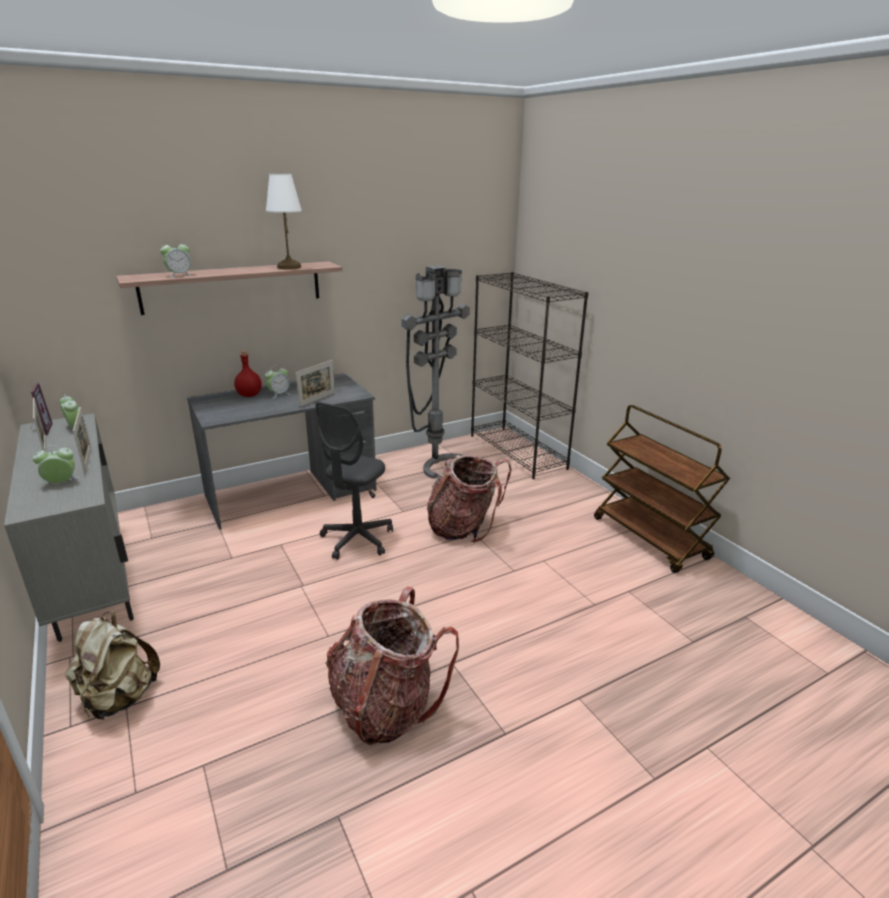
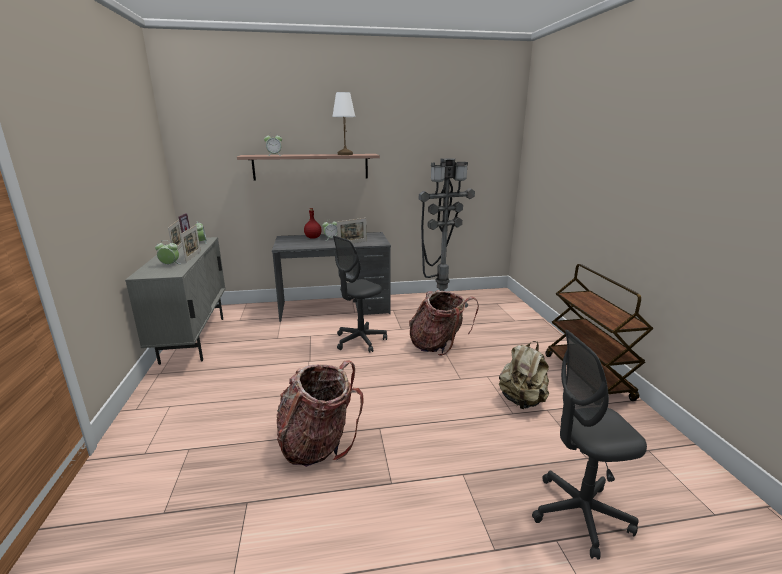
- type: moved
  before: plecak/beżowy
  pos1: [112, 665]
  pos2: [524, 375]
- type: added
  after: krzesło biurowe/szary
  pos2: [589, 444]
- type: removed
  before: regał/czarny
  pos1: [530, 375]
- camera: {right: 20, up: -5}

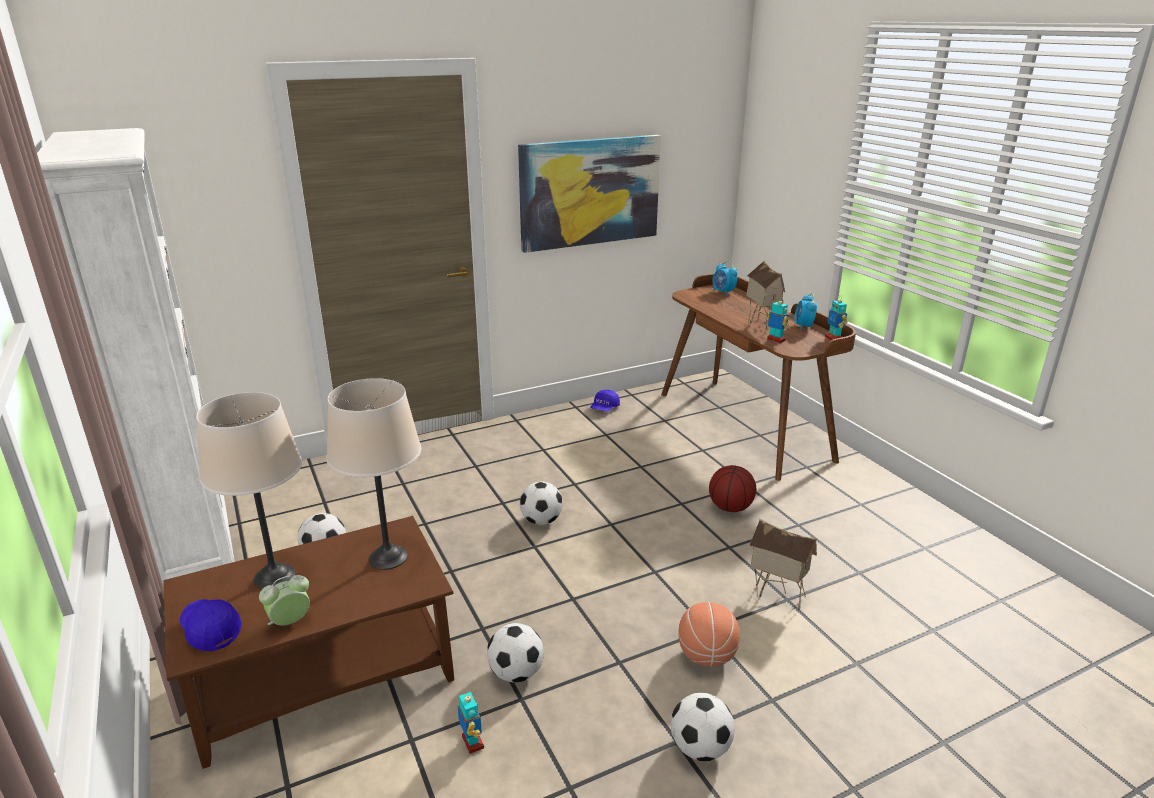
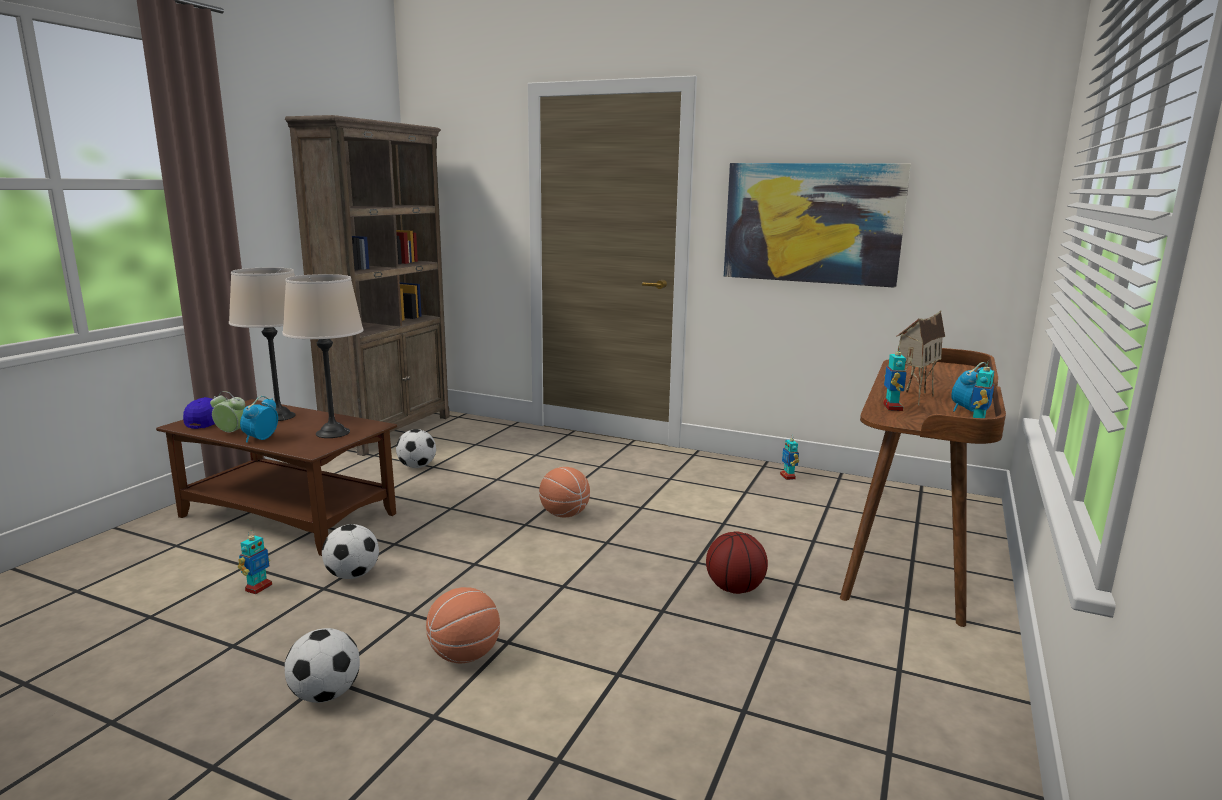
- type: moved
  before: budzik
  pos1: [725, 278]
  pos2: [259, 419]
- type: recoloured
  before: regał/biały
  after: regał/brązowy
  pos1: [136, 357]
  pos2: [367, 285]
- type: replaced
  before: piłka futbolowa
  after: piłka do koszykówki
  pos1: [541, 503]
  pos2: [564, 492]
- type: replaced
  before: czapka z daszkiem/niebieski
  after: robot zabawkowy
  pos1: [605, 401]
  pos2: [789, 459]
- type: removed
  before: domek
  pos1: [783, 564]
- camera: {right: 50, up: -10}

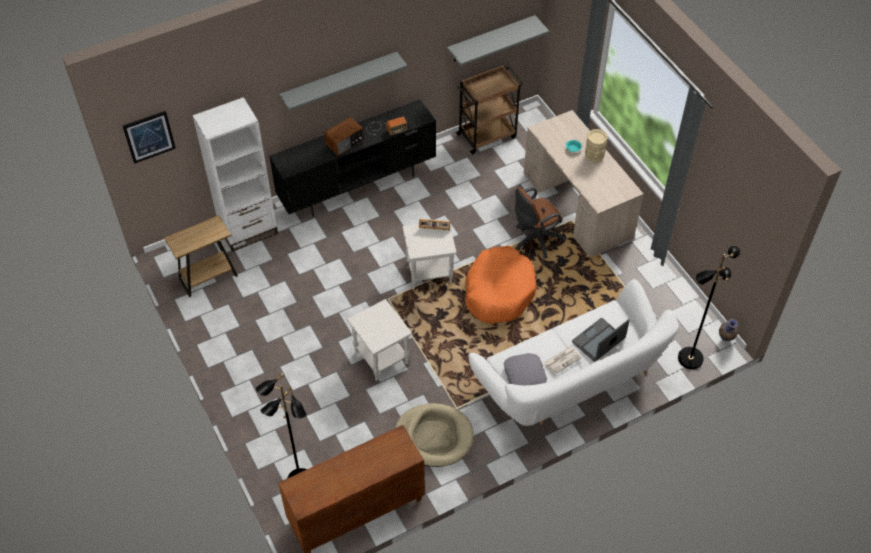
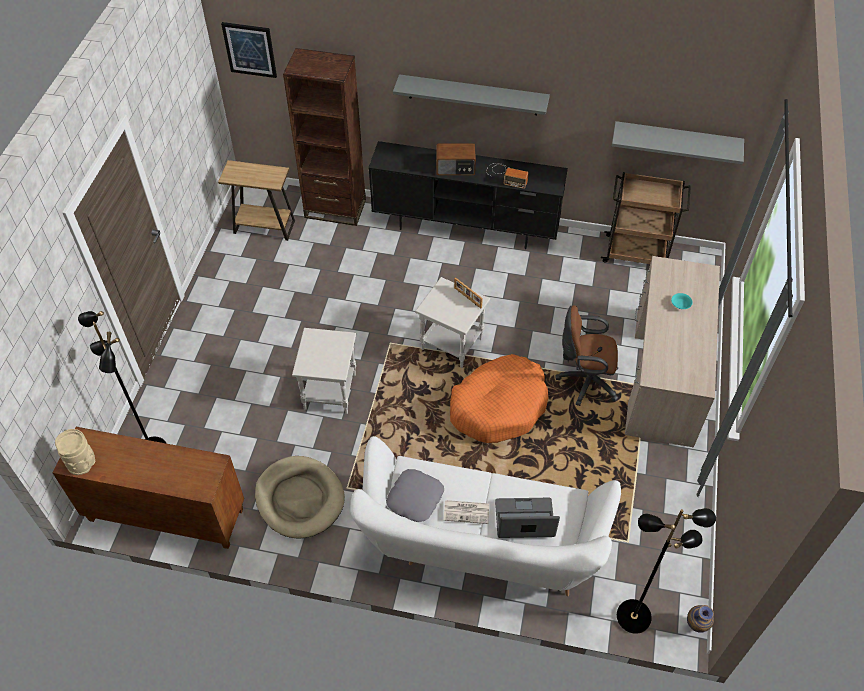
- type: moved
  before: wazon/beżowy
  pos1: [596, 146]
  pos2: [75, 452]
- type: recoloured
  before: regał/biały
  after: regał/brązowy
  pos1: [235, 174]
  pos2: [324, 137]
- camera: {right: 40, up: 0}

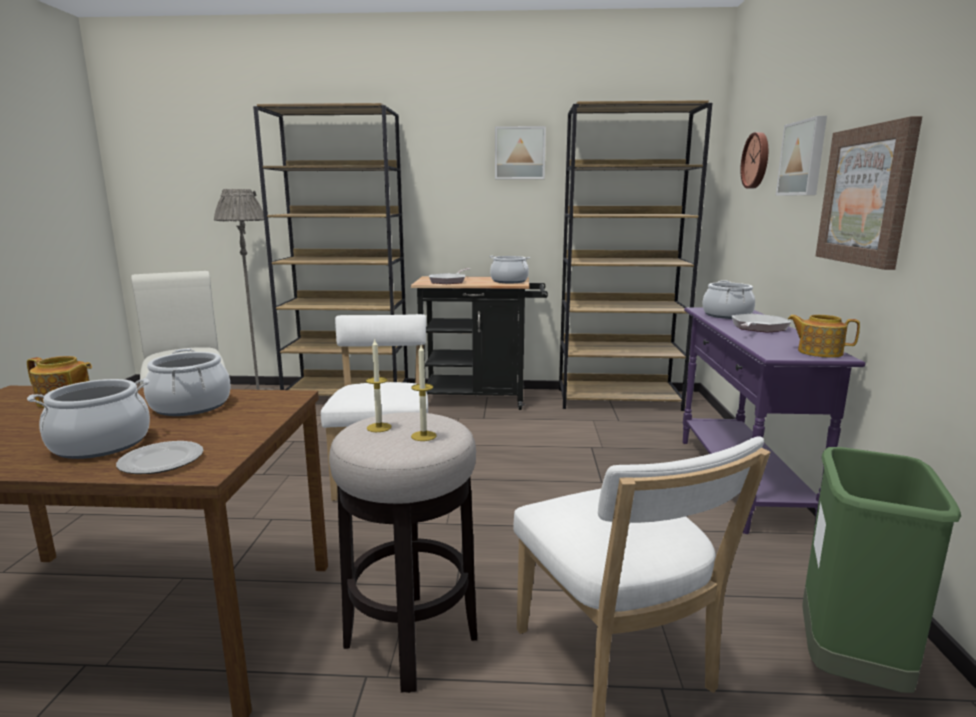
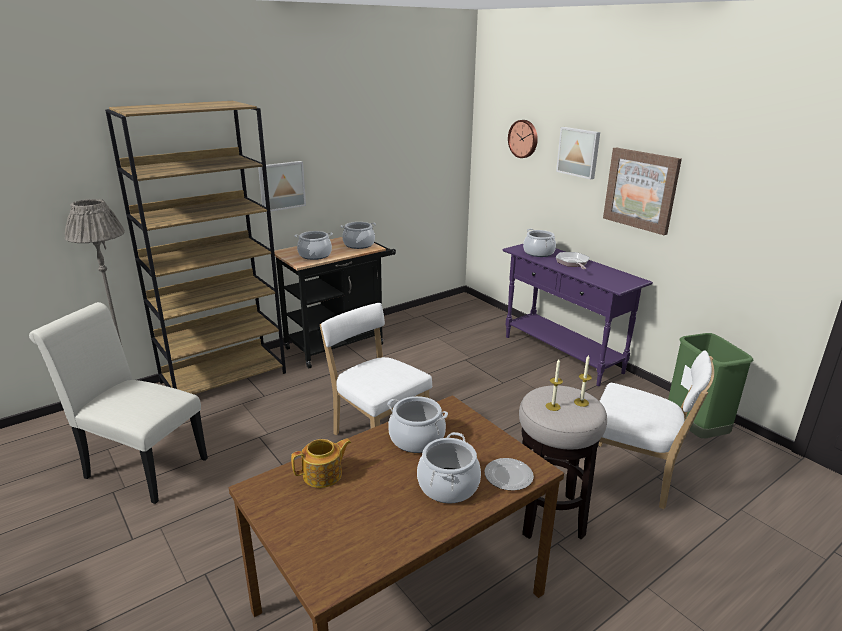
- type: moved
  before: obraz
  pos1: [520, 152]
  pos2: [282, 186]
- type: replaced
  before: patelnia
  after: garnek
  pos1: [449, 276]
  pos2: [314, 245]
- type: removed
  before: regał/brązowy
  pos1: [635, 255]
- type: removed
  before: imbryk
  pos1: [824, 336]
- camera: {right: -40, up: 10}

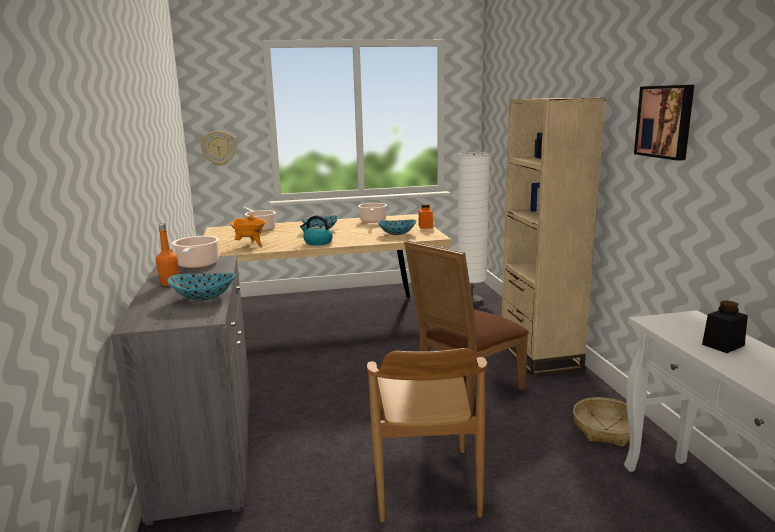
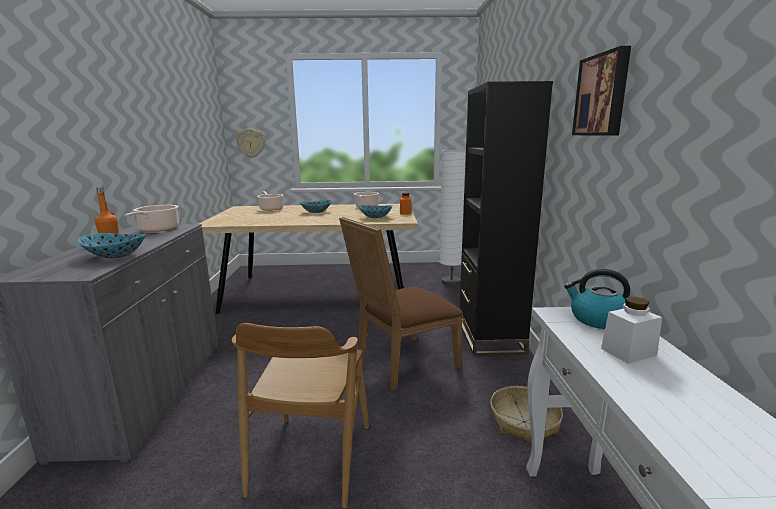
- type: recoloured
  before: regał/beżowy
  after: regał/czarny
  pos1: [554, 237]
  pos2: [506, 218]
- type: moved
  before: czajnik
  pos1: [316, 230]
  pos2: [597, 299]
- type: recoloured
  before: słoik/czarny
  after: słoik/biały
  pos1: [725, 327]
  pos2: [631, 330]
- type: removed
  before: garnek/pomarańczowy
  pos1: [248, 230]
- camera: {right: 10, up: 0}

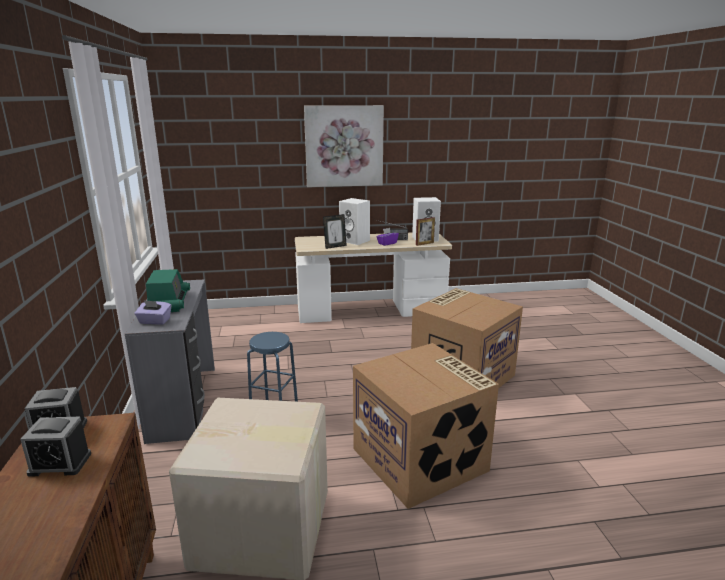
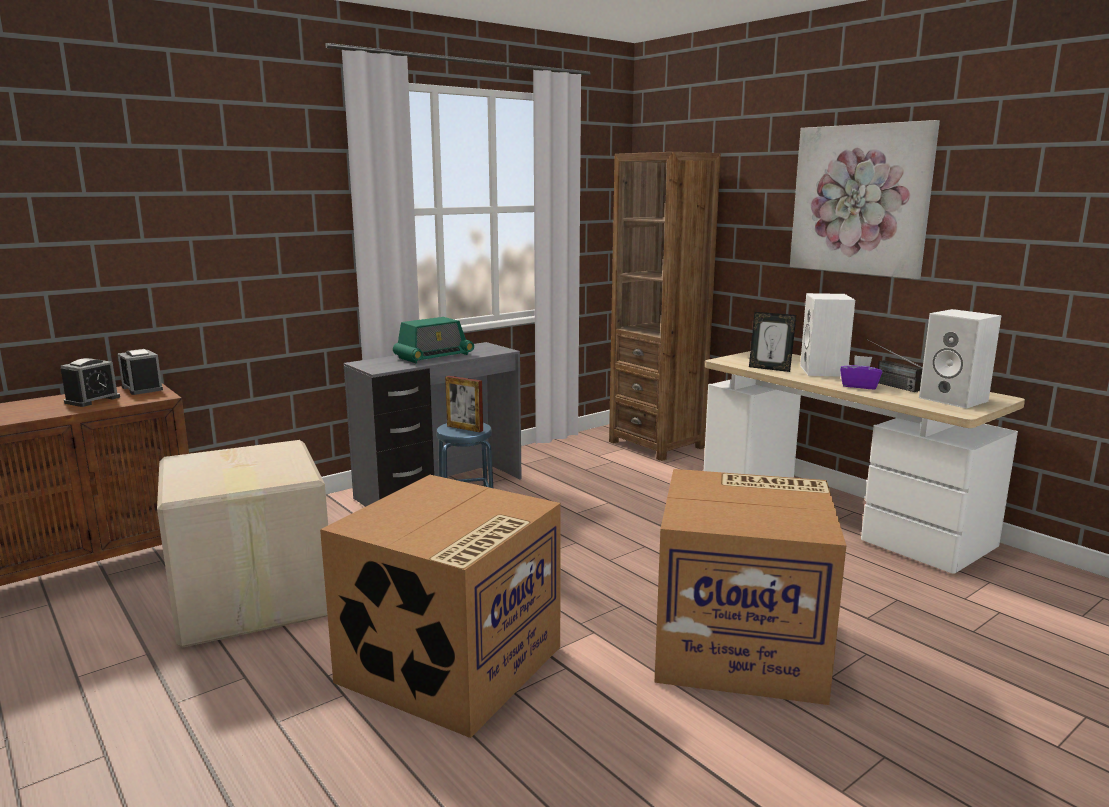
- type: turned
  before: budzik
  pos1: [55, 447]
  pos2: [90, 382]
  turn: -120
- type: moved
  before: ramka na zdjęcie
  pos1: [425, 231]
  pos2: [464, 404]
- type: added
  after: regał/brązowy
  pos2: [665, 306]
- type: removed
  before: pudełko chusteczek/fioletowy
  pos1: [152, 312]
- camera: {right: 60, up: -5}

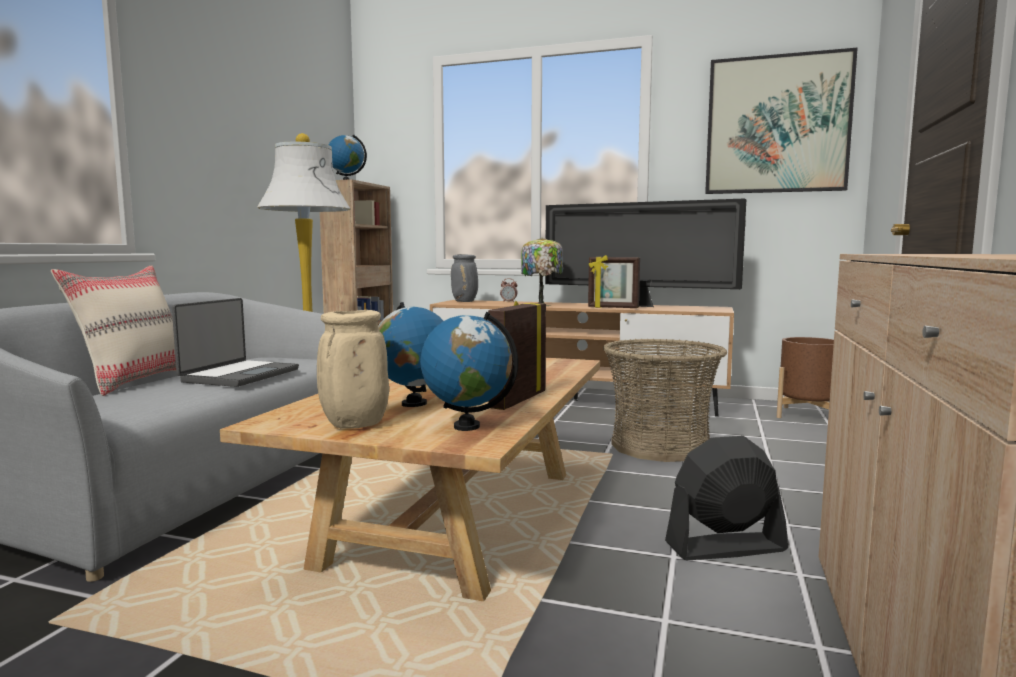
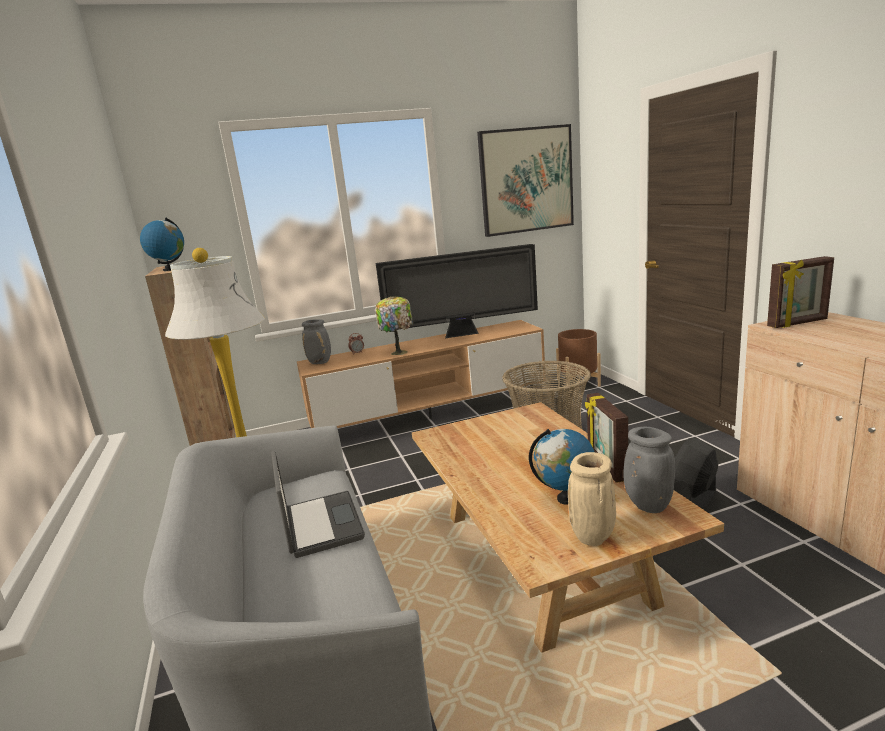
- type: replaced
  before: globus
  after: wazon/szary
  pos1: [469, 371]
  pos2: [649, 470]
- type: moved
  before: ramka na zdjęcie
  pos1: [614, 281]
  pos2: [800, 292]
- type: removed
  before: poduszka/beżowy
  pos1: [113, 330]
- camera: {right: -35, up: 10}

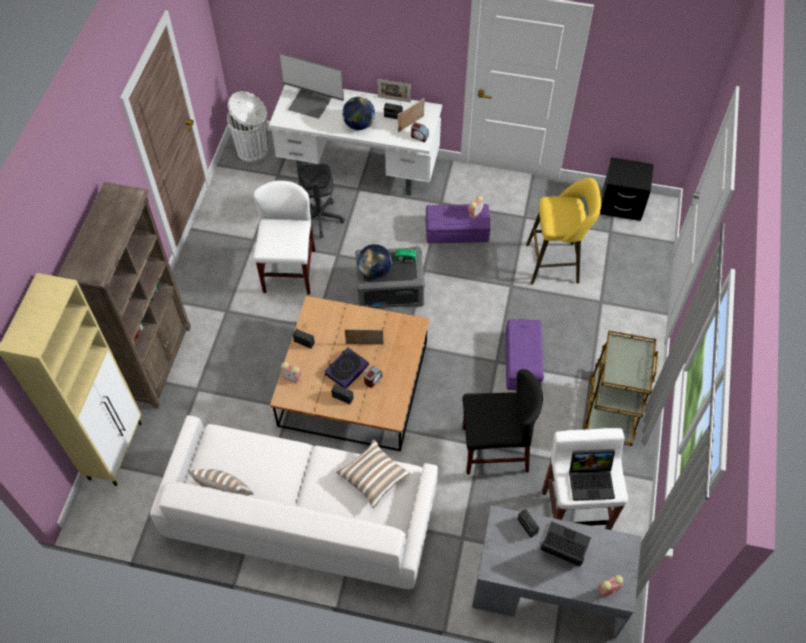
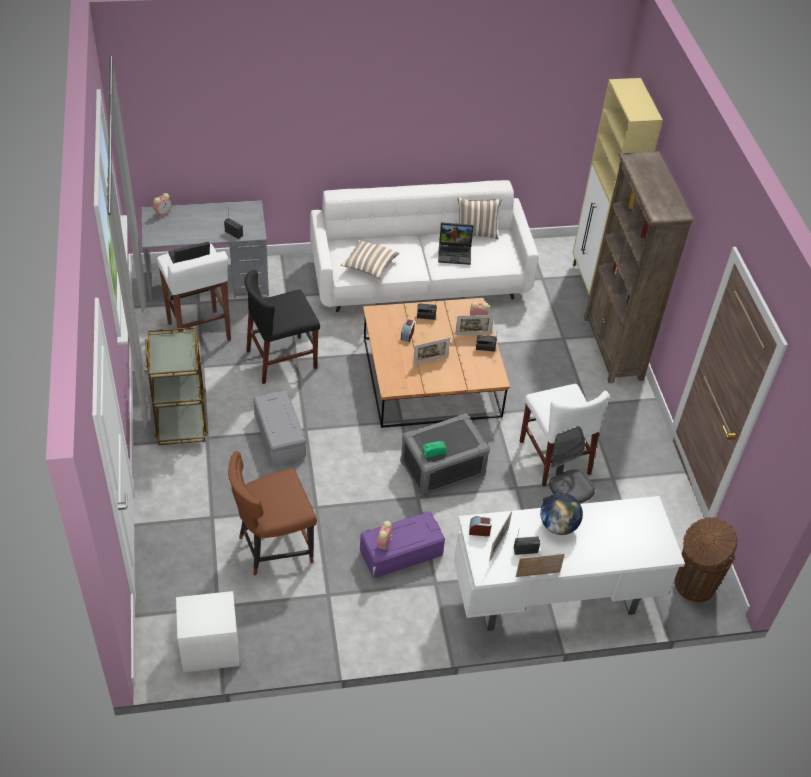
- type: recoloured
  before: szafka nocna/czarny
  after: szafka nocna/biały
  pos1: [627, 189]
  pos2: [208, 631]
- type: replaced
  before: stołek/żółty
  after: krzesło/brązowy
  pos1: [563, 231]
  pos2: [272, 513]
- type: recoloured
  before: pojemnik do przechowywania/fioletowy
  after: pojemnik do przechowywania/szary
  pos1: [524, 354]
  pos2: [279, 427]
- type: moved
  before: laptop
  pos1: [565, 544]
  pos2: [455, 243]
- type: added
  after: ramka na zdjęcie
  pos2: [474, 325]
- type: recoloured
  before: kosz na śmieci/biały
  after: kosz na śmieci/brązowy
  pos1: [247, 126]
  pos2: [706, 559]
- type: removed
  before: monitor
  pos1: [311, 86]
- type: removed
  before: książka
  pos1: [346, 368]
- type: removed
  before: globus
  pos1: [375, 261]
- camera: {right: 155, up: -10}

